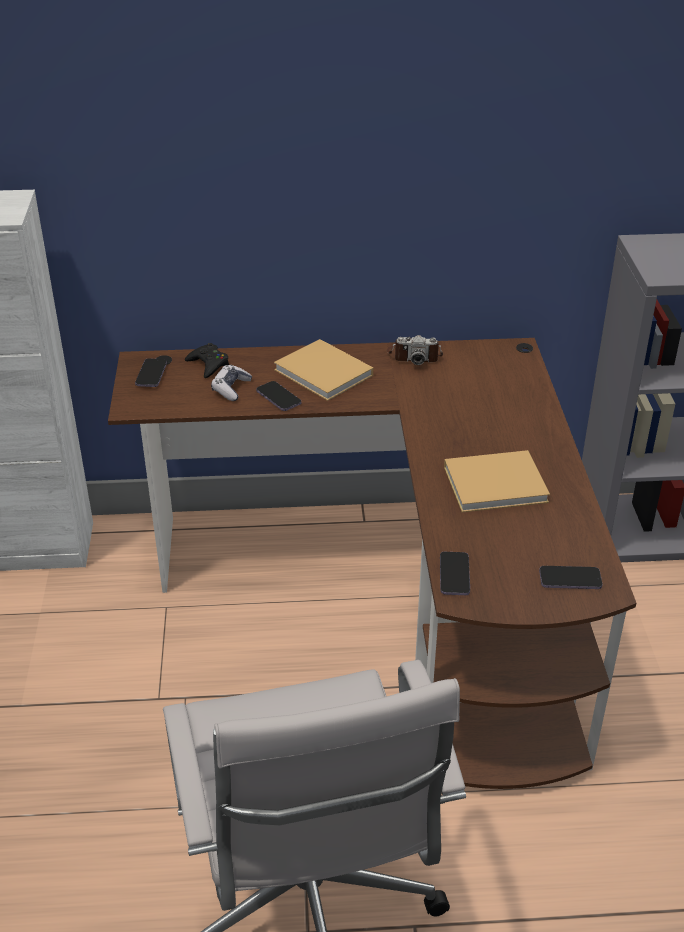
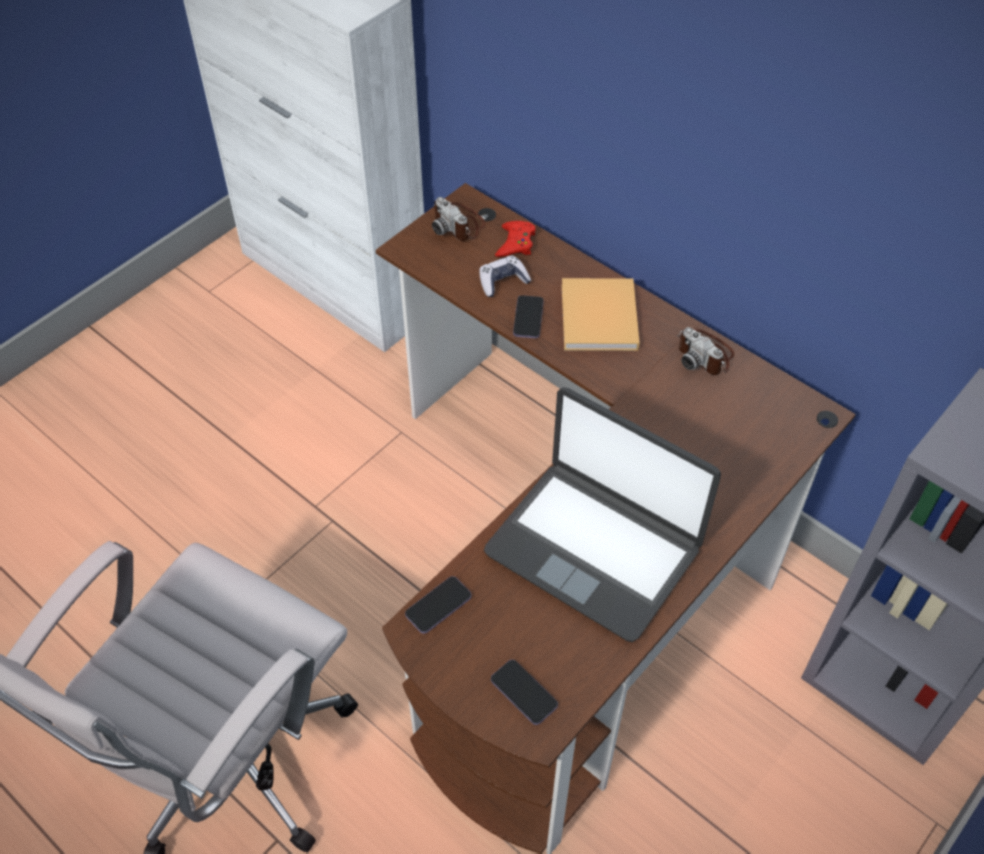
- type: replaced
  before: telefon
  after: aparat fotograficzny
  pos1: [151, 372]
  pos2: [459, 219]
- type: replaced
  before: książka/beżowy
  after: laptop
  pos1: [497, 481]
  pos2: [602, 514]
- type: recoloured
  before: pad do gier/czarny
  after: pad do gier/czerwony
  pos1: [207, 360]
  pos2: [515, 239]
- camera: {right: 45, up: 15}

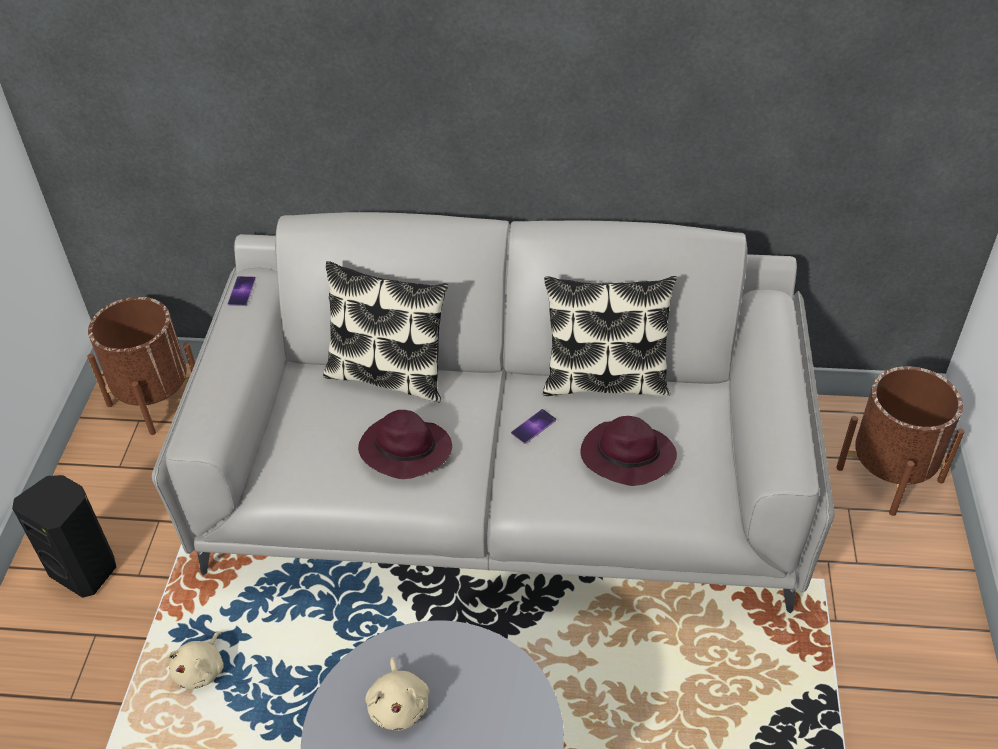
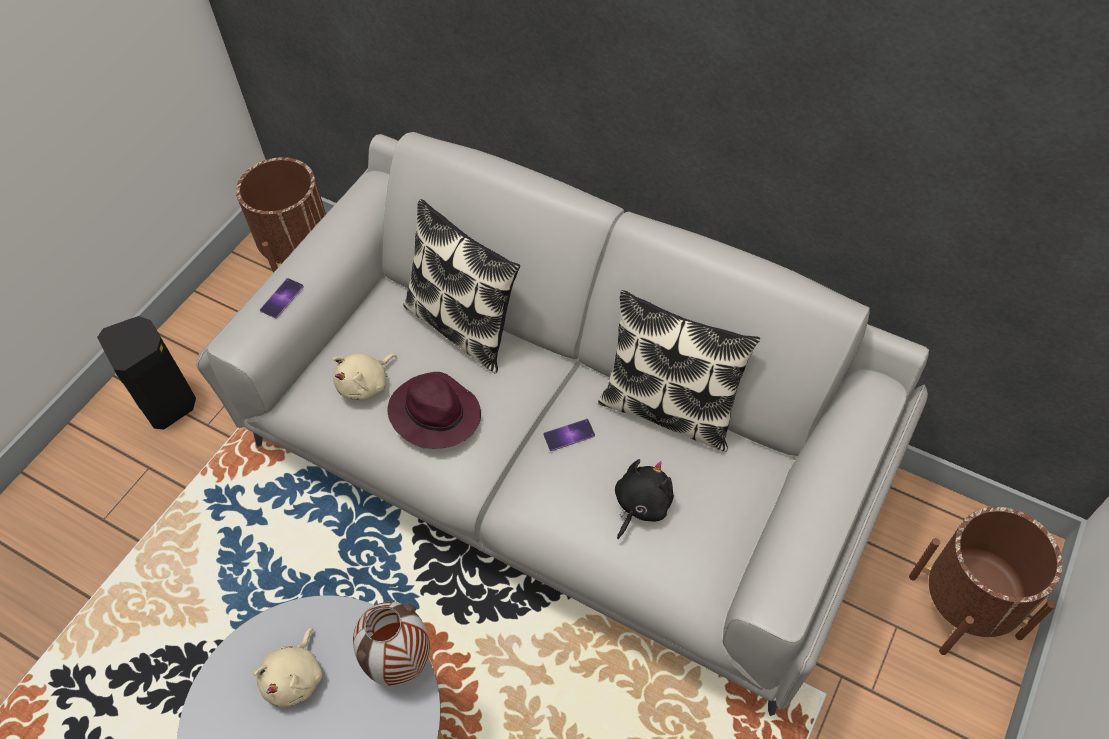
- type: moved
  before: telefon
  pos1: [242, 291]
  pos2: [282, 298]
- type: moved
  before: pluszak/beżowy
  pos1: [195, 660]
  pos2: [365, 377]
- type: added
  after: wazon
  pos2: [391, 644]
- type: replaced
  before: kapelusz/fioletowy
  after: pluszak/czarny
  pos1: [628, 451]
  pos2: [644, 499]
- camera: {right: 25, up: 10}

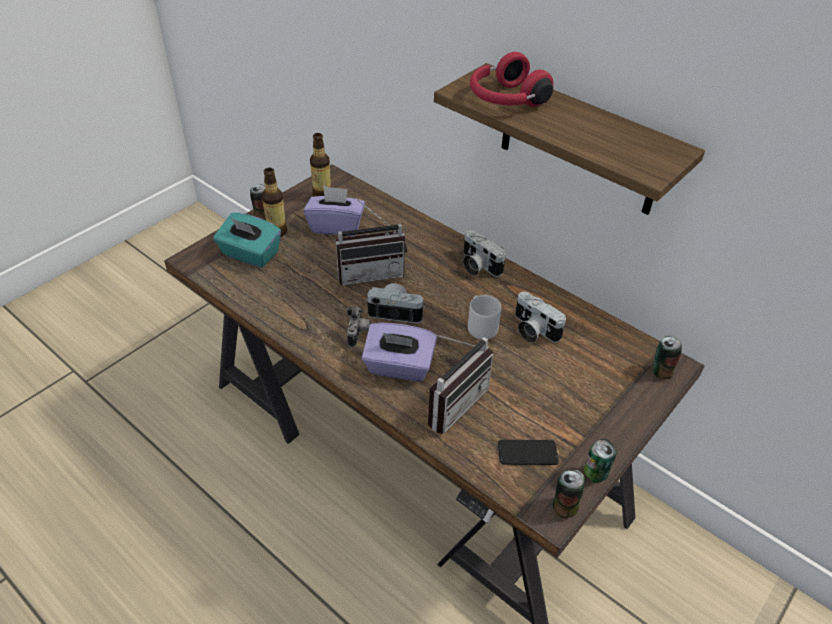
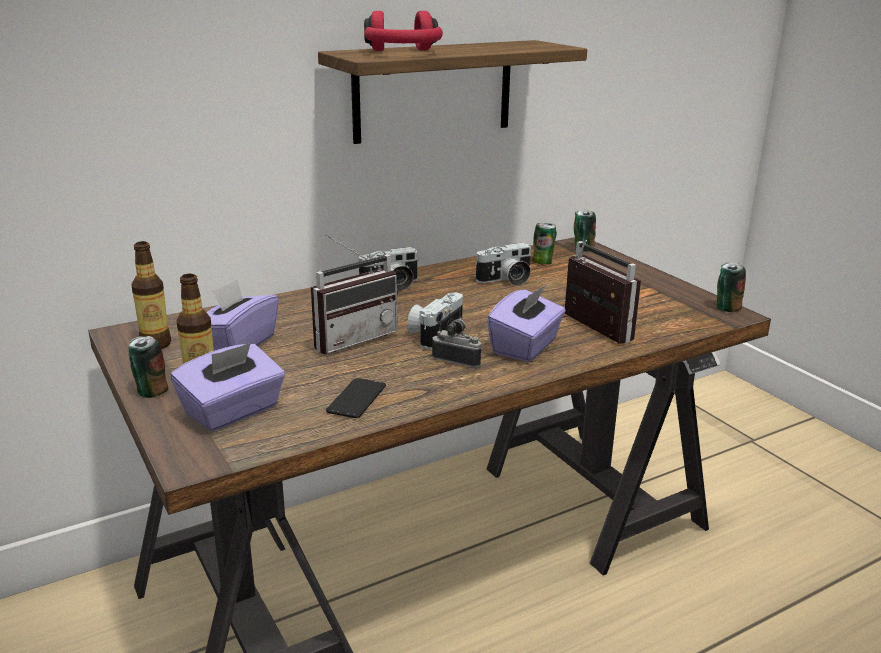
- type: recoloured
  before: pudełko chusteczek/turkusowy
  after: pudełko chusteczek/fioletowy
  pos1: [247, 240]
  pos2: [228, 387]
- type: turned
  before: radio
  pos1: [371, 242]
  pos2: [354, 294]
  turn: 45
- type: moved
  before: telefon
  pos1: [528, 452]
  pos2: [356, 398]
- type: moved
  before: puszka
  pos1: [600, 461]
  pos2: [544, 243]
- type: removed
  before: kubek/szary
  pos1: [484, 317]
- camera: {right: -70, up: -20}

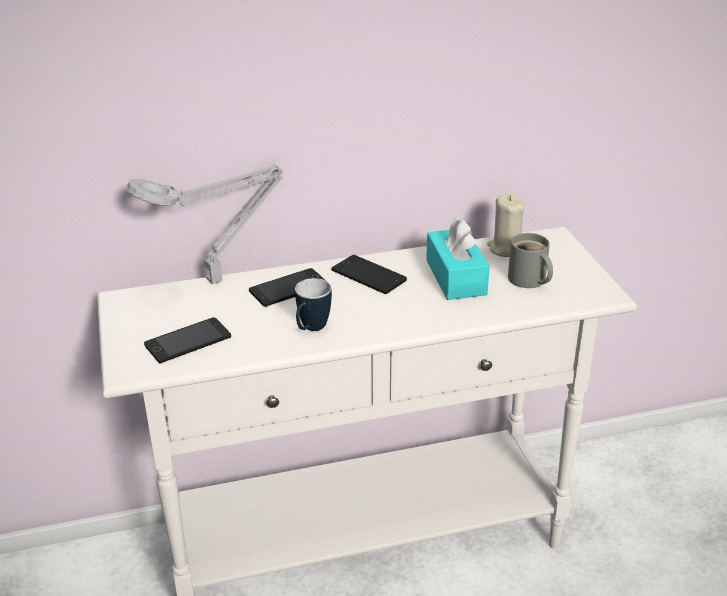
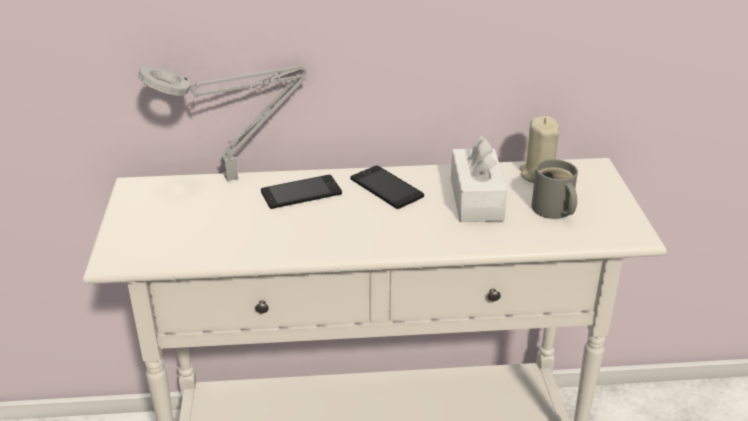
- type: recoloured
  before: pudełko chusteczek/turkusowy
  after: pudełko chusteczek/biały
  pos1: [458, 258]
  pos2: [479, 178]
- type: removed
  before: telefon
  pos1: [187, 340]
- type: removed
  before: kubek
  pos1: [313, 304]
- camera: {right: 10, up: 0}

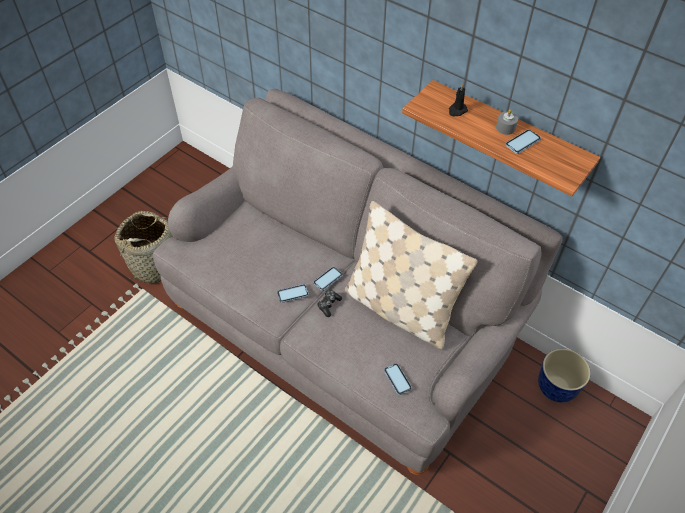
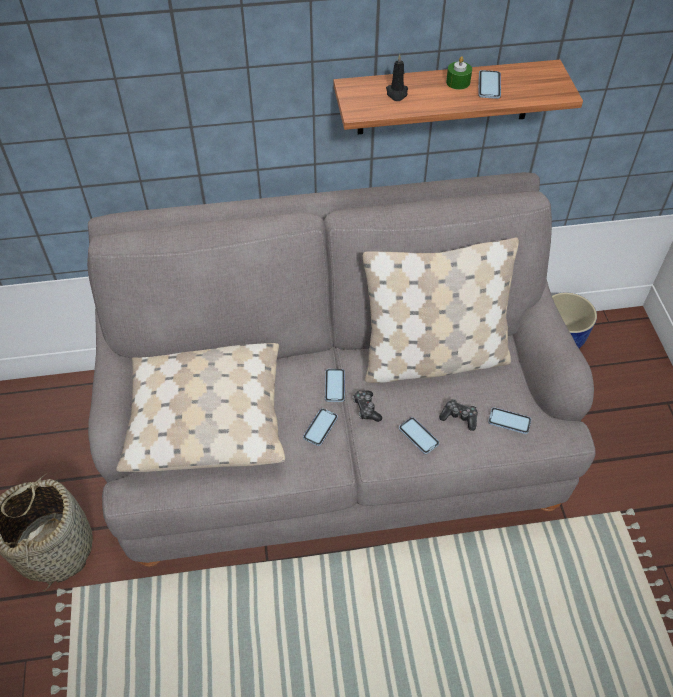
- type: added
  after: poduszka/beżowy
  pos2: [200, 407]
- type: added
  after: telefon
  pos2: [419, 435]
- type: added
  after: pad do gier
  pos2: [458, 415]
- type: recoloured
  before: świeca/szary
  after: świeca/zielony
  pos1: [507, 122]
  pos2: [459, 73]
- camera: {right: -45, up: 0}

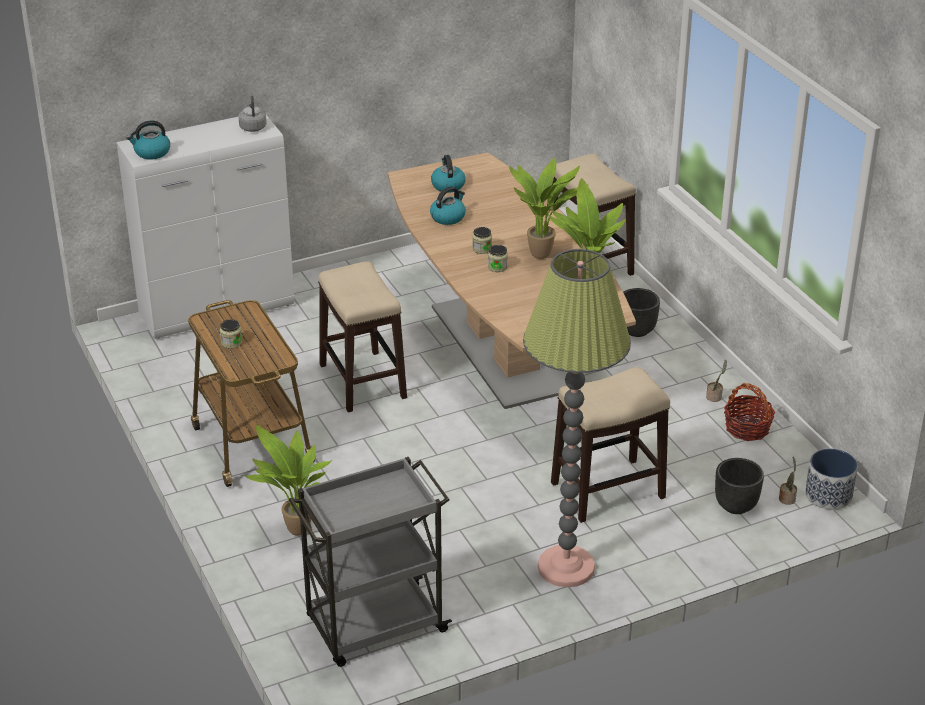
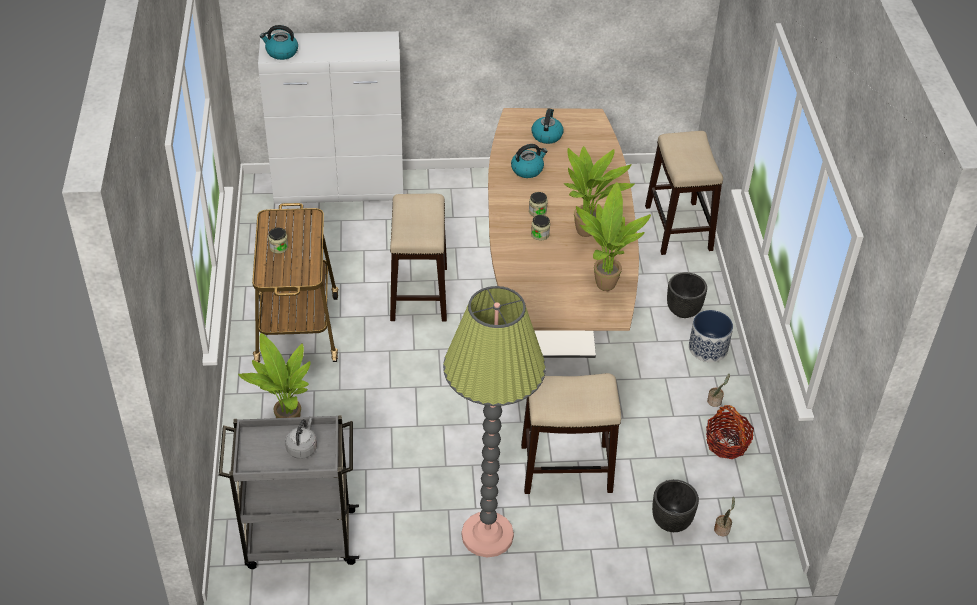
- type: moved
  before: czajnik/szary
  pos1: [252, 113]
  pos2: [301, 438]
- type: moved
  before: donica
  pos1: [831, 479]
  pos2: [711, 336]
- camera: {right: 20, up: 10}

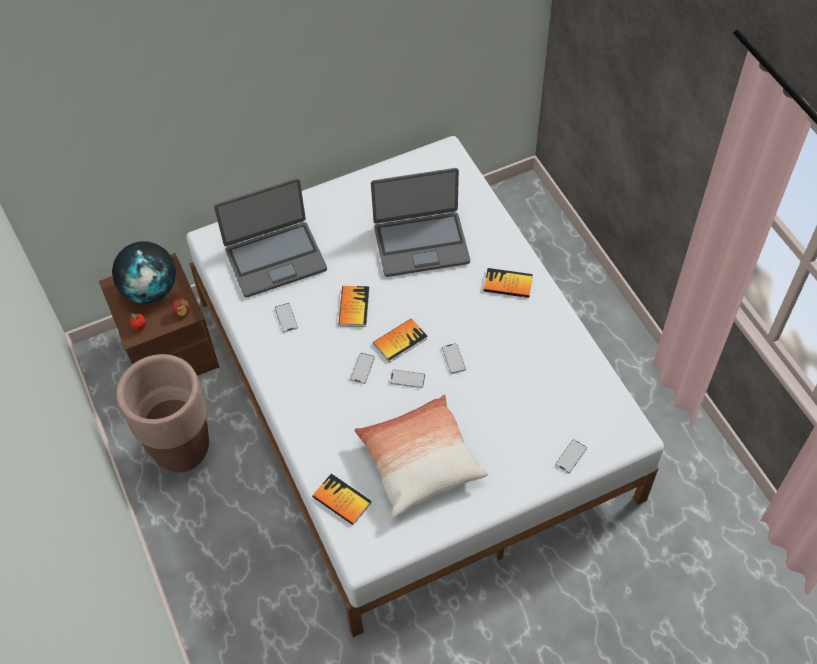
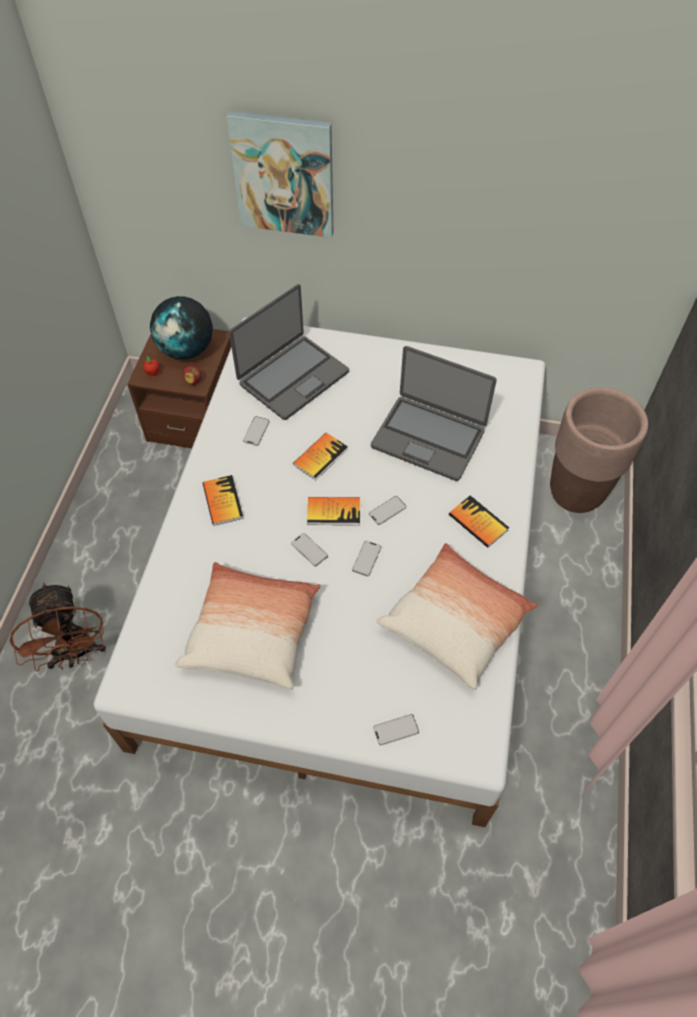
- type: added
  after: wentylator/brązowy
  pos2: [58, 627]
- type: moved
  before: książka
  pos1: [341, 499]
  pos2: [223, 500]
- type: added
  after: obraz
  pos2: [280, 174]
- type: turned
  before: laptop
  pos1: [270, 238]
  pos2: [289, 352]
  turn: -60
- type: moved
  before: telefon
  pos1: [362, 368]
  pos2: [387, 510]
- type: added
  after: poduszka
  pos2: [457, 616]
- type: moved
  before: donica/brązowy
  pos1: [162, 413]
  pos2: [599, 450]
- camera: {right: 35, up: 0}

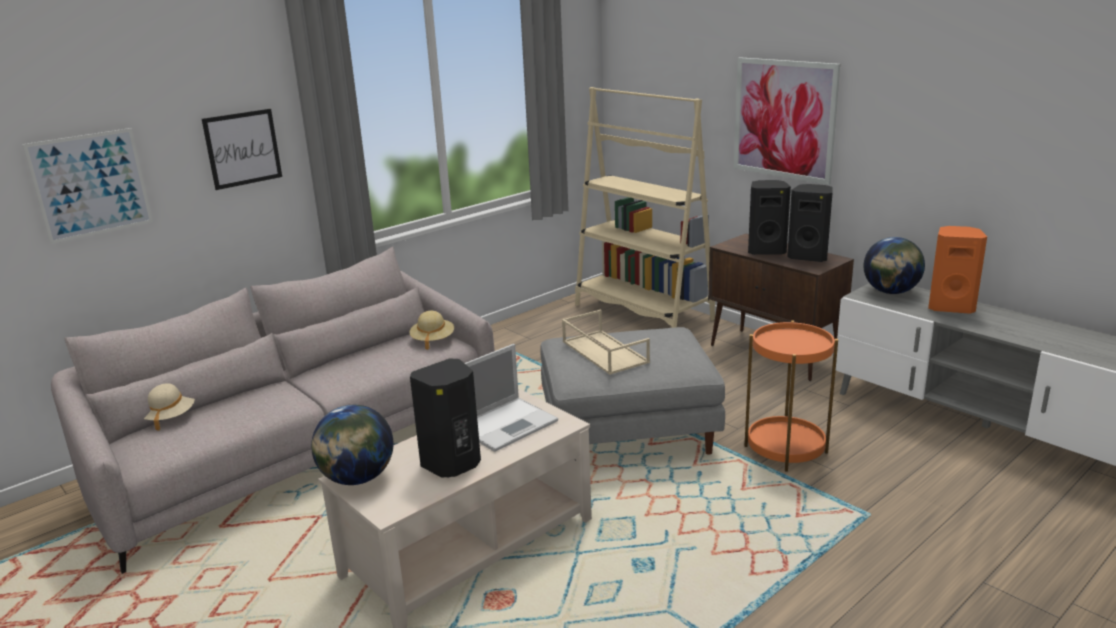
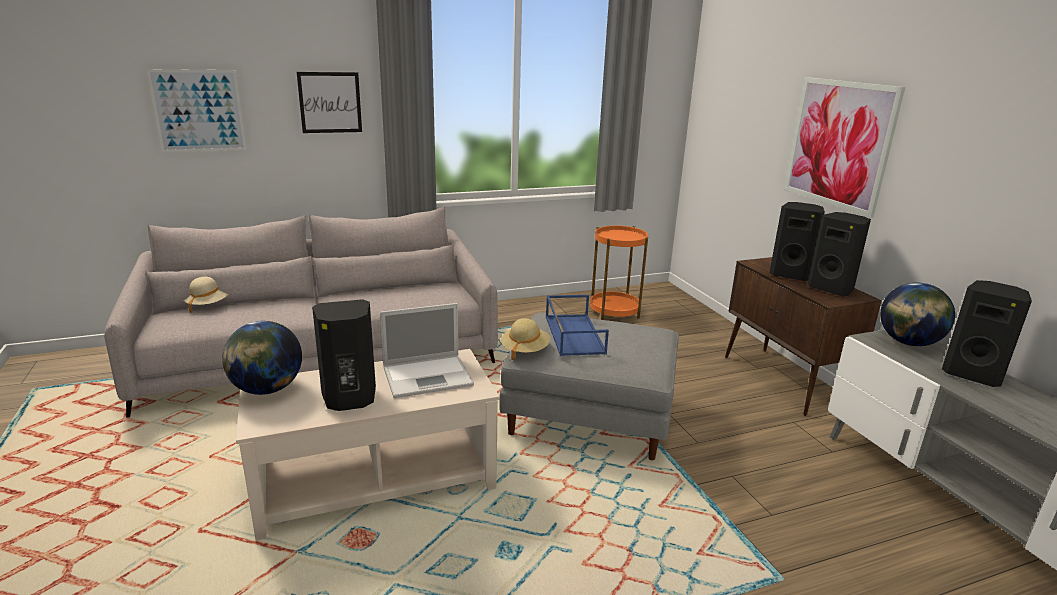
- type: moved
  before: kapelusz/beżowy
  pos1: [431, 330]
  pos2: [525, 339]
- type: recoloured
  before: taca/beżowy
  after: taca/niebieski
  pos1: [606, 342]
  pos2: [577, 325]
- type: moved
  before: stolik/pomarańczowy
  pos1: [791, 396]
  pos2: [619, 273]
- type: recoloured
  before: głośnik/pomarańczowy
  after: głośnik/czarny
  pos1: [957, 270]
  pos2: [987, 333]
- type: removed
  before: regał/beżowy
  pos1: [645, 207]
- camera: {right: 20, up: 0}

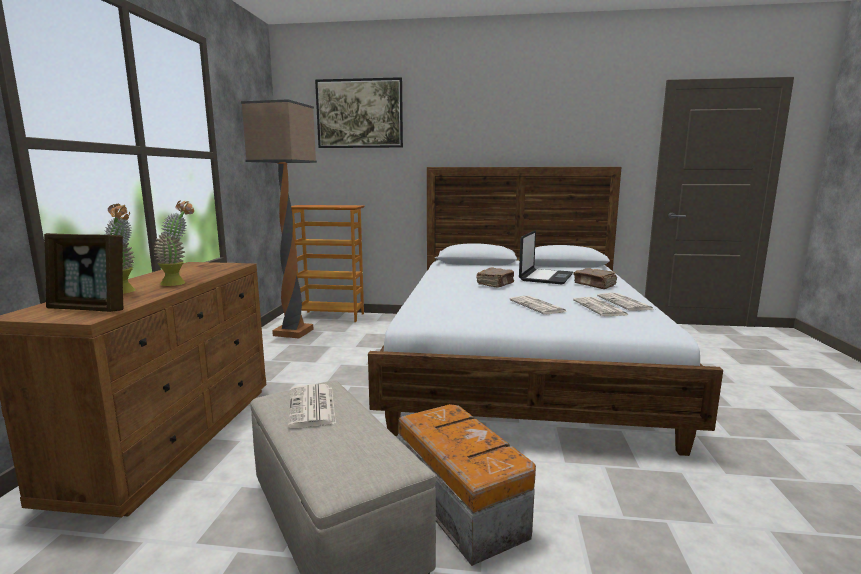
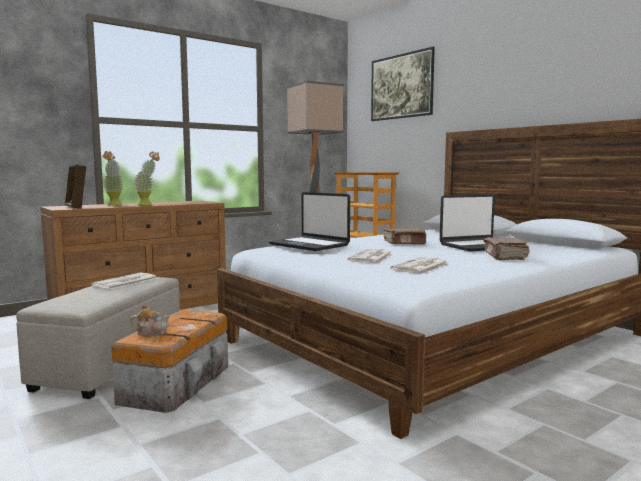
- type: added
  after: imbryk
  pos2: [150, 319]
- type: added
  after: laptop
  pos2: [309, 221]
- type: removed
  before: gazeta
  pos1: [625, 302]
- camera: {right: 45, up: -5}

